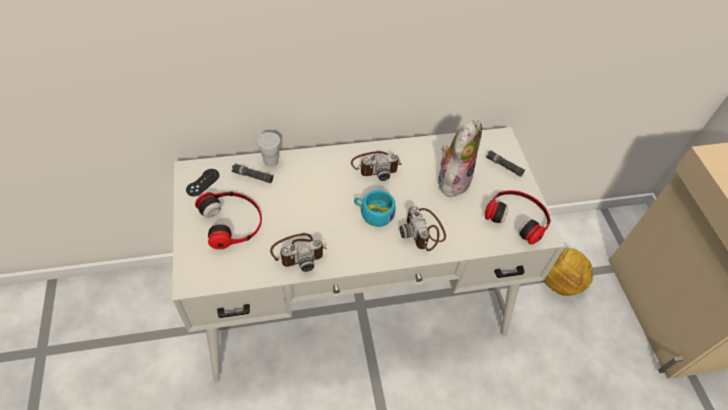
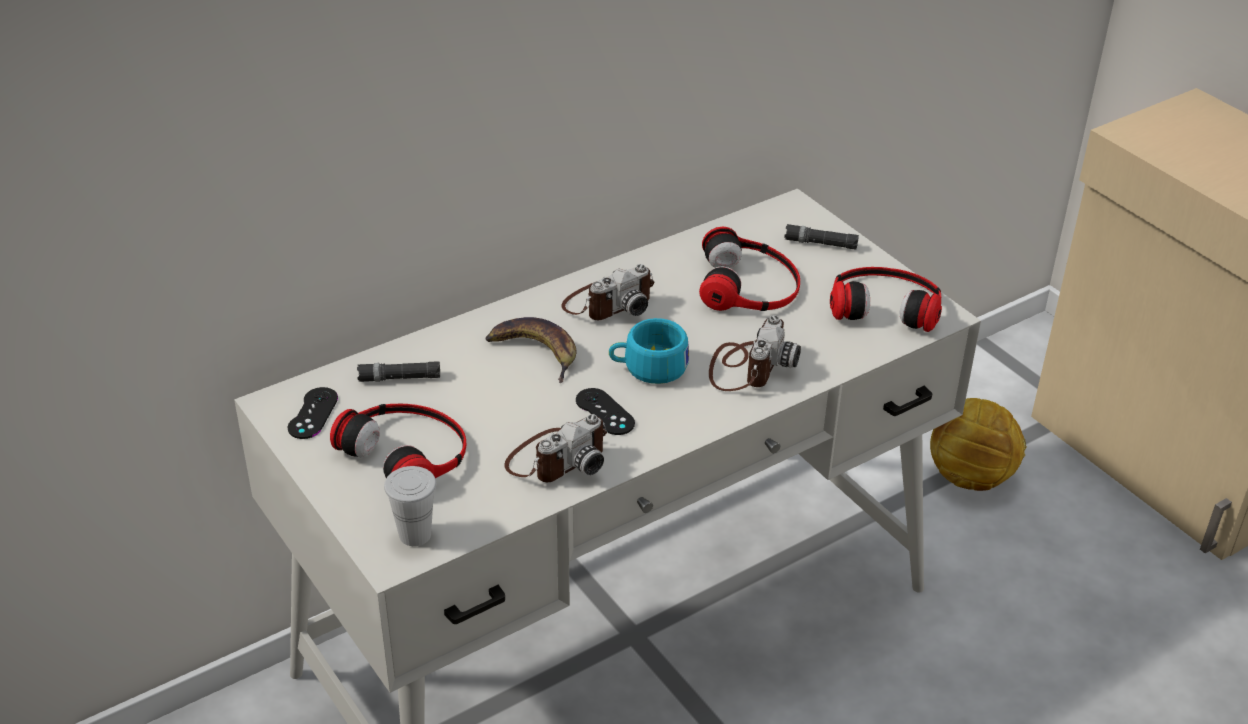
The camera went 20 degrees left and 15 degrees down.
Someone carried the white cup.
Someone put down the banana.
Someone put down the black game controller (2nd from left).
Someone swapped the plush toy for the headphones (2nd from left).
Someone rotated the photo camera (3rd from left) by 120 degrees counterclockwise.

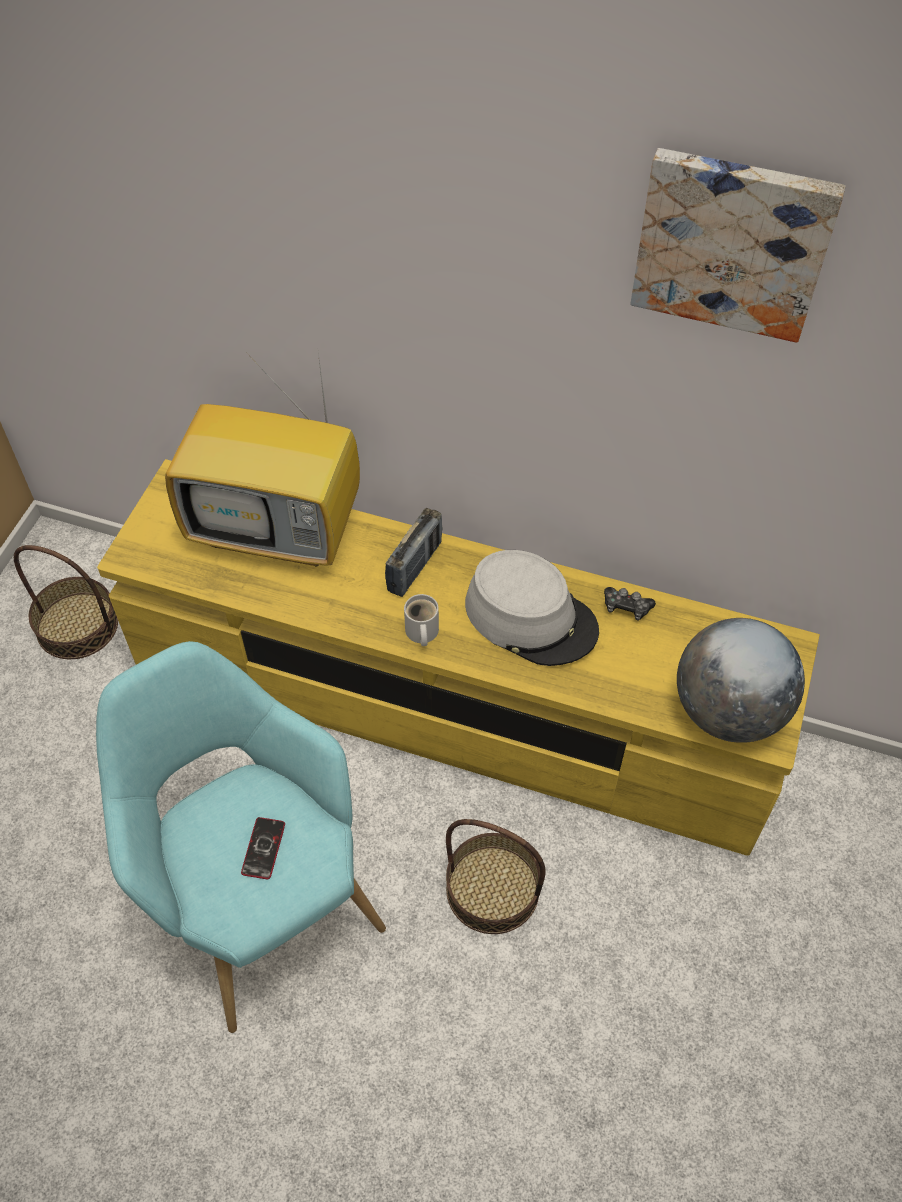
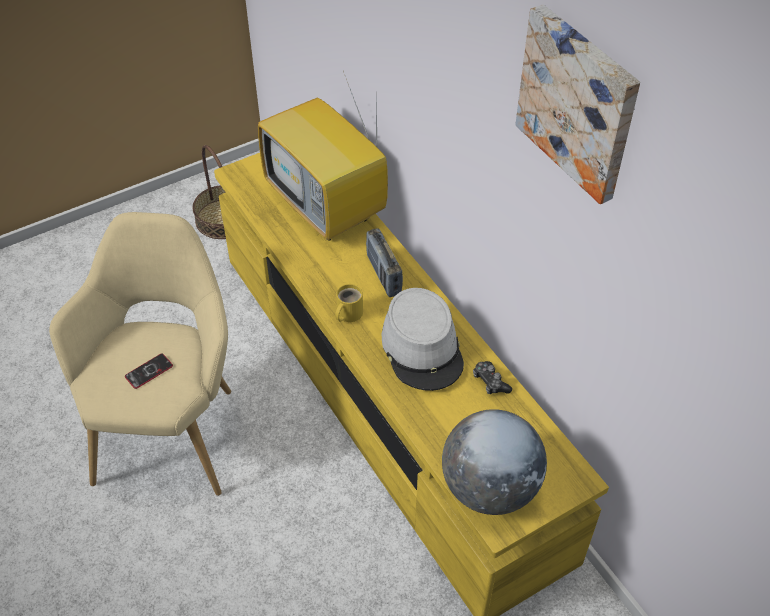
The camera went 40 degrees right and 5 degrees down.
Someone repainted the turquoise armchair, which became the beige armchair.
Someone repainted the white mug, which became the yellow mug.
Someone rotated the radio by 90 degrees clockwise.
Someone took away the basket (2nd from left).

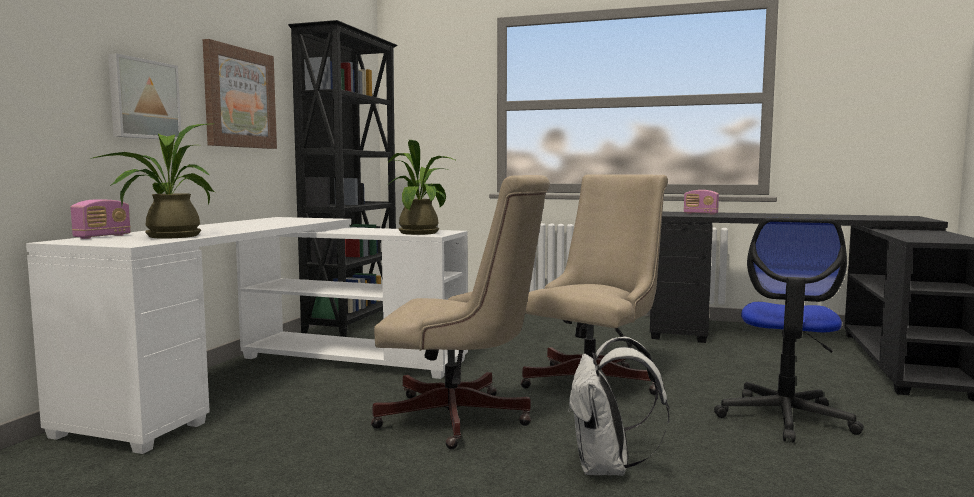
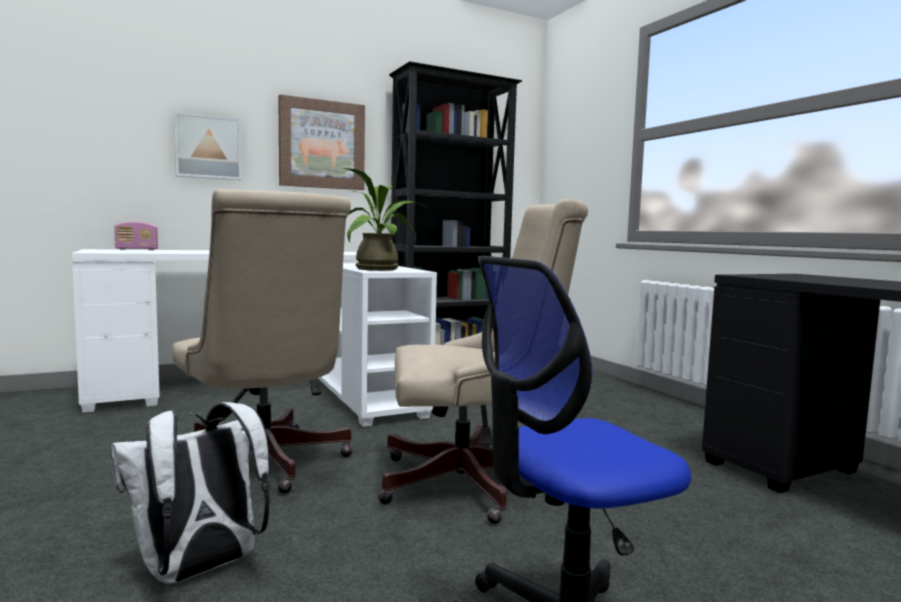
The camera went 45 degrees right and 0 degrees up.
Someone took away the potted plant (1st from left).
Someone took away the radio (2nd from left).

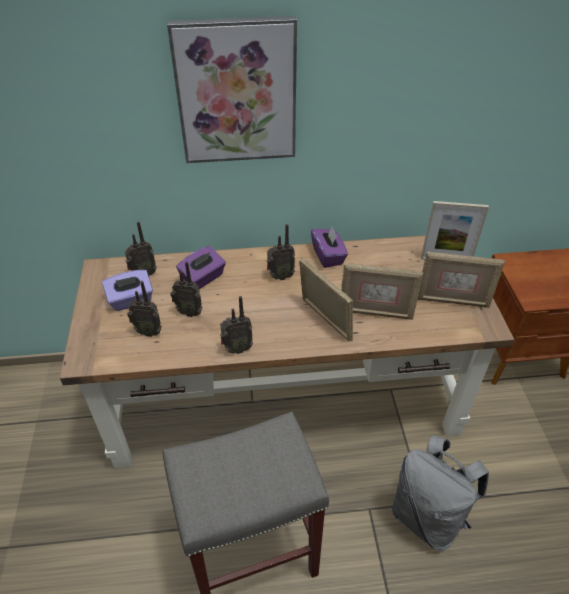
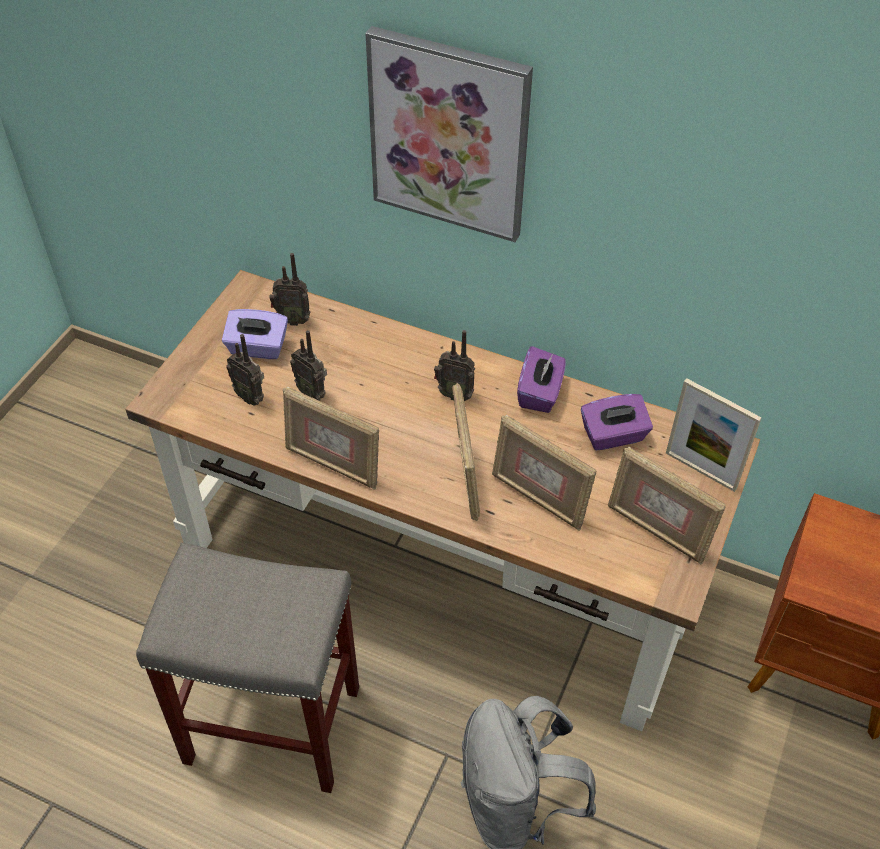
The camera went 30 degrees right and 5 degrees up.
Someone swapped the radio (4th from left) for the picture frame (1st from left).
Someone carried the purple tissue box (2nd from left in the first image).

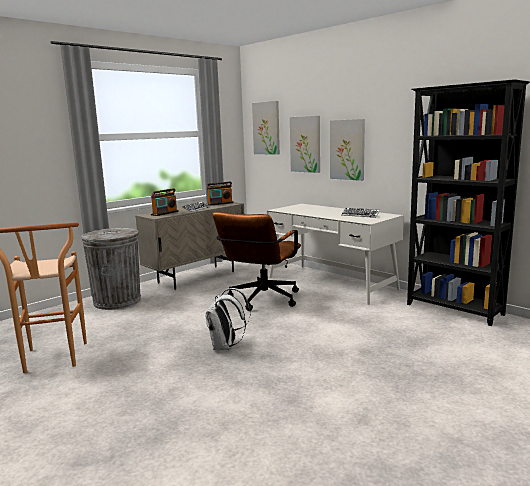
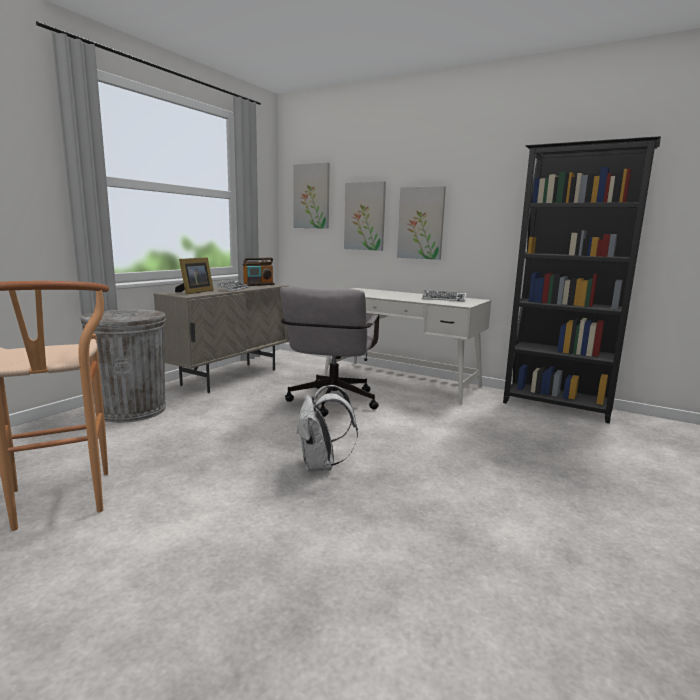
The camera went 15 degrees left and 0 degrees up.
Someone swapped the radio (1st from left) for the picture frame.
Someone repainted the brown office chair, which became the grey office chair.

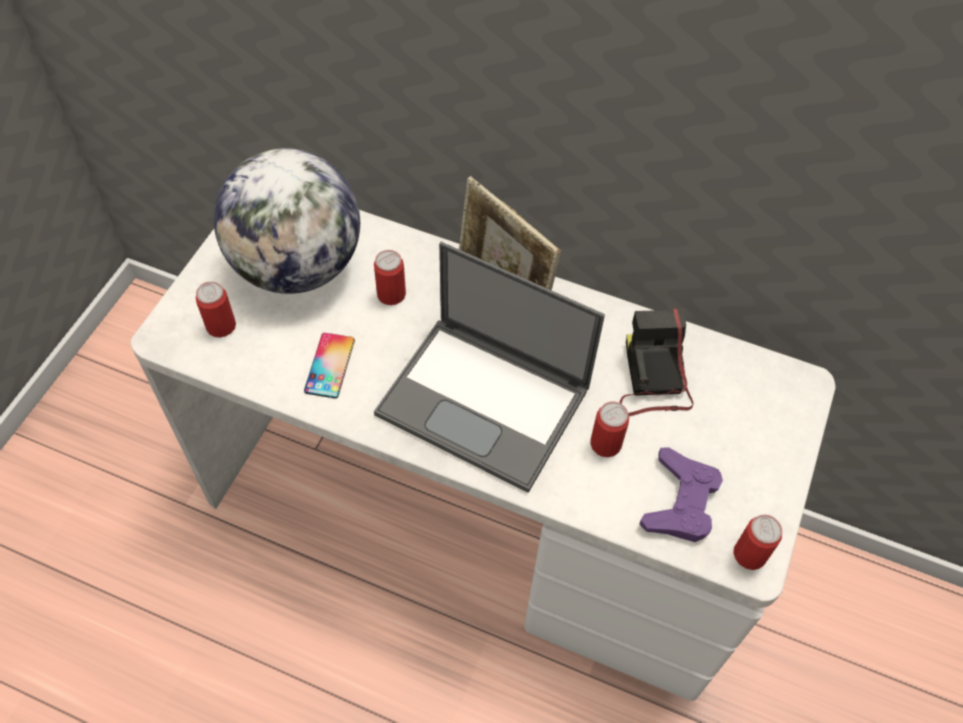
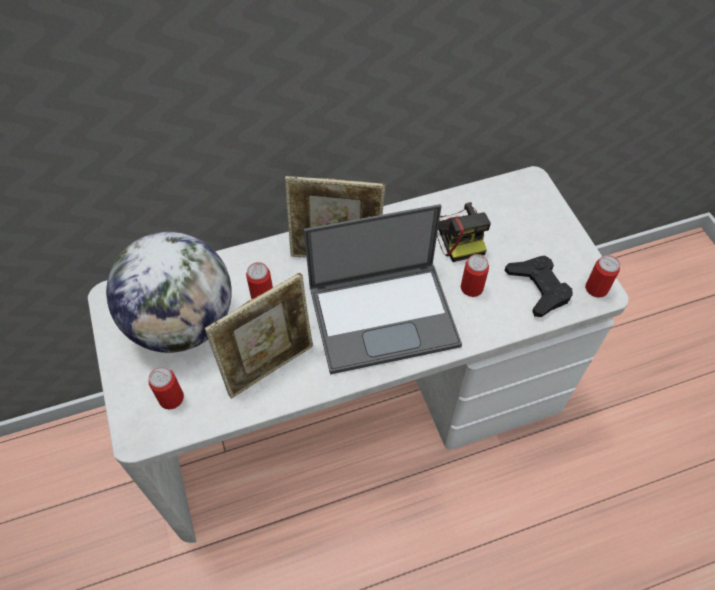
The camera went 40 degrees left and 0 degrees up.
Someone swapped the phone for the picture frame (1st from left).
Someone rotated the photo camera by 150 degrees counterclockwise.
Someone repainted the purple game controller, which became the black game controller.

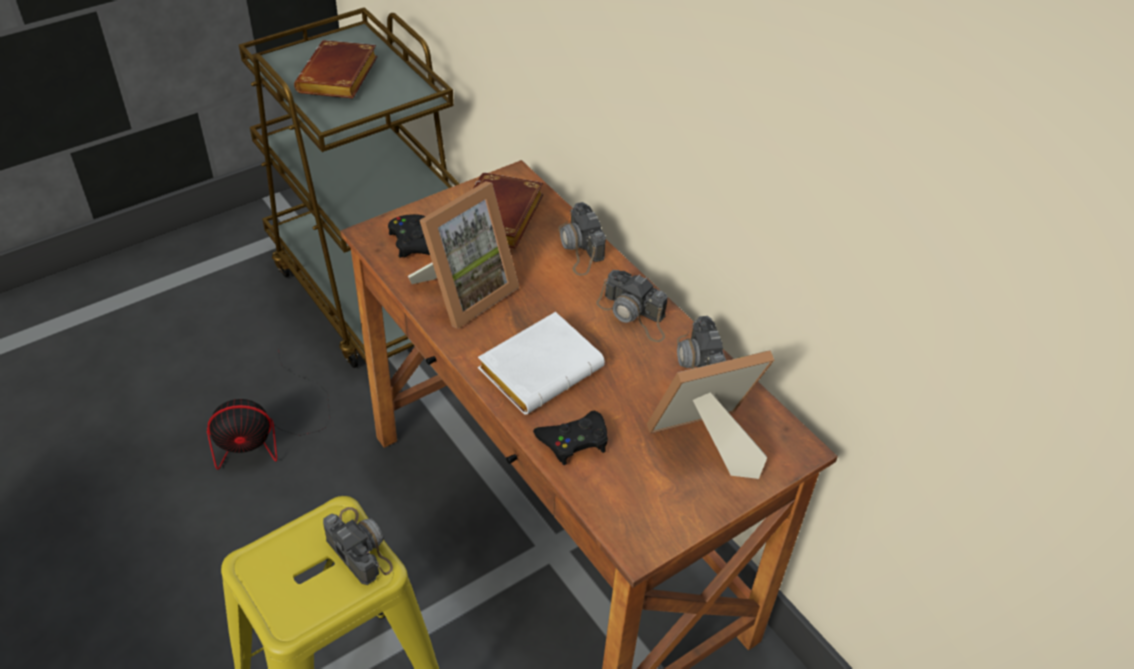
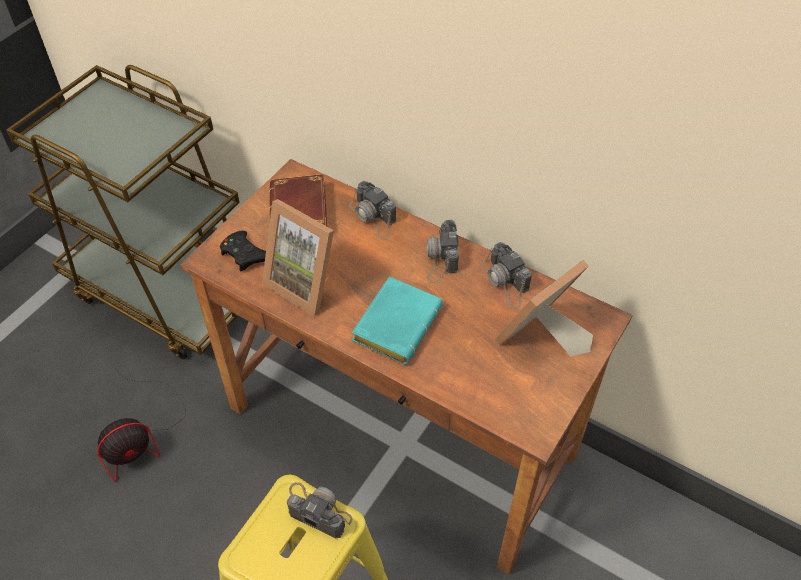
The camera went 20 degrees left and 5 degrees up.
Someone rotated the picture frame (1st from left) by 105 degrees clockwise.
Someone repainted the white book, which became the turquoise book.
Someone rotated the photo camera (3rd from left) by 75 degrees clockwise.
Someone took away the brown book (1st from left).
Someone took away the black game controller (2nd from left).

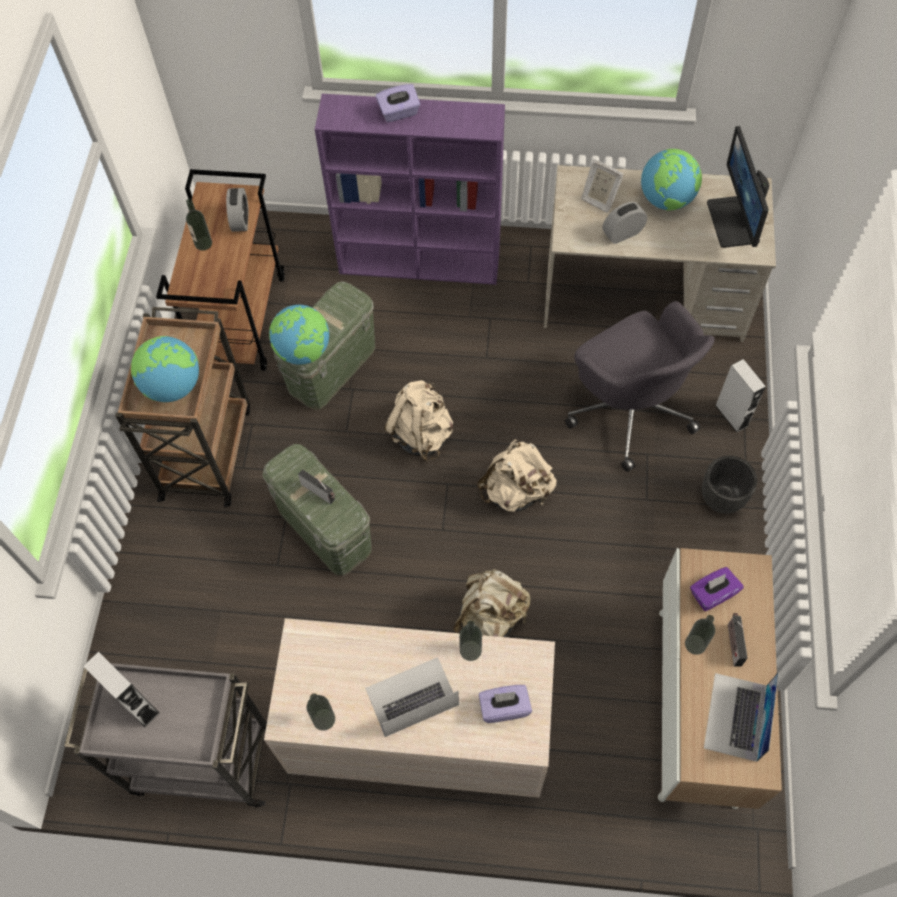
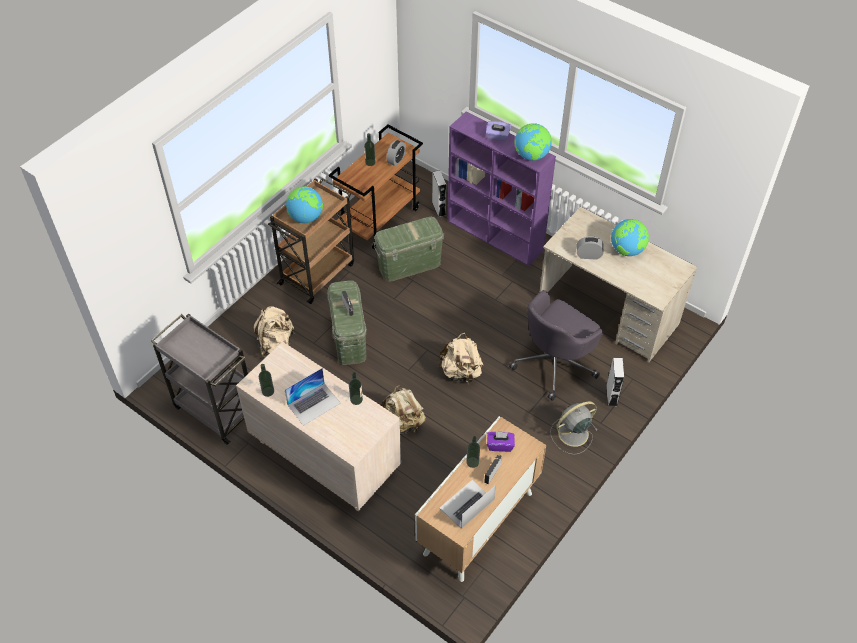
The camera went 30 degrees right and 10 degrees down.
Someone carried the beige backpack (1st from left).
Someone rotated the laptop (1st from left) by 135 degrees clockwise.
Someone carried the grey speaker (1st from left).
Someone rotated the grey office chair by 45 degrees clockwise.
Someone carried the globe (2nd from left).
Someone swapped the black planter for the grey fan.
Someone took away the purple tissue box (2nd from left).
Someone took away the picture frame.
Someone took away the monitor.

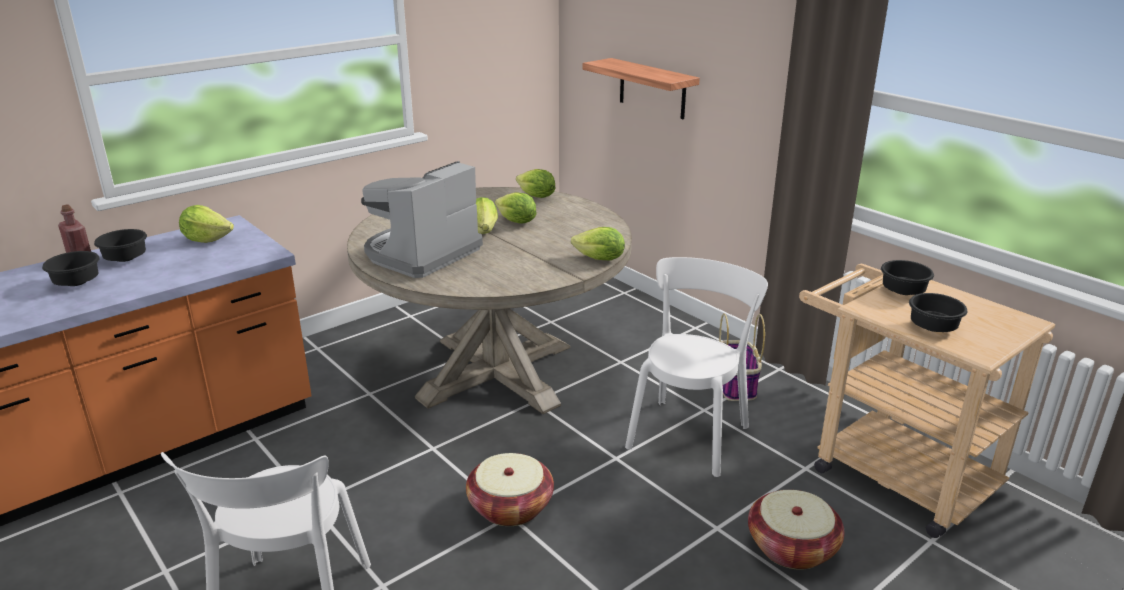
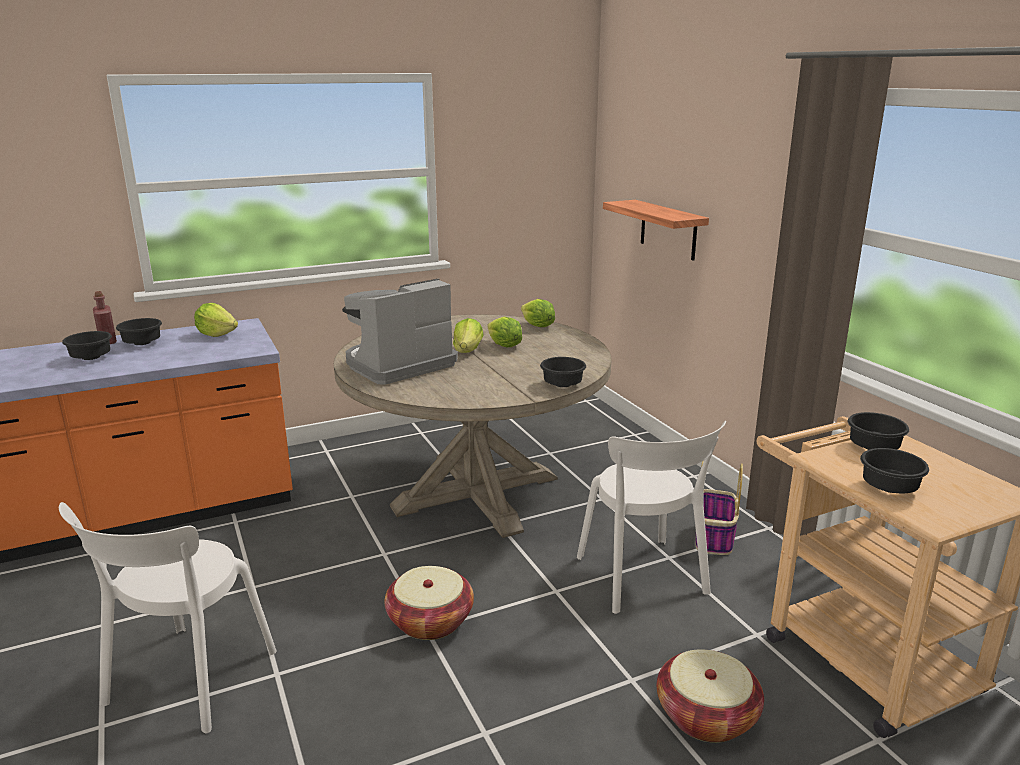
The camera went 15 degrees right and 5 degrees down.
Someone swapped the lettuce (5th from left) for the black bowl (3rd from left).
Someone rotated the white chair (2nd from left) by 120 degrees clockwise.

